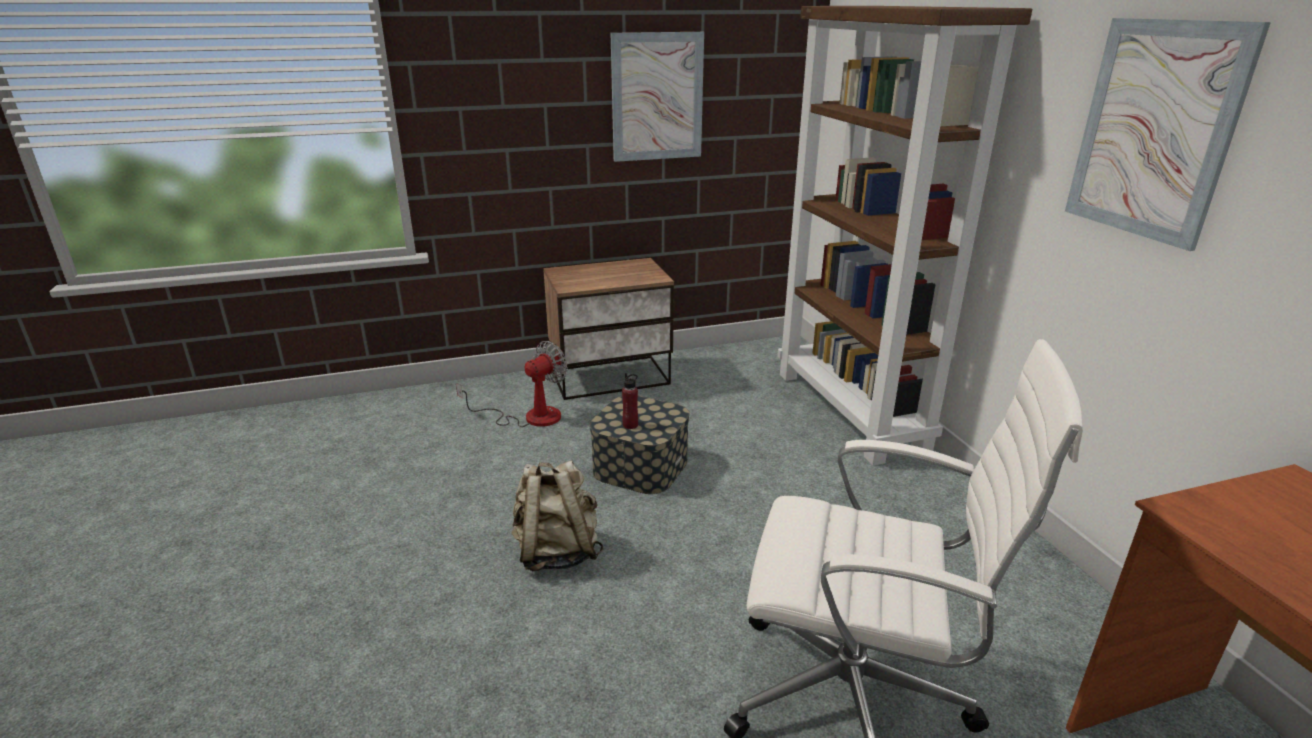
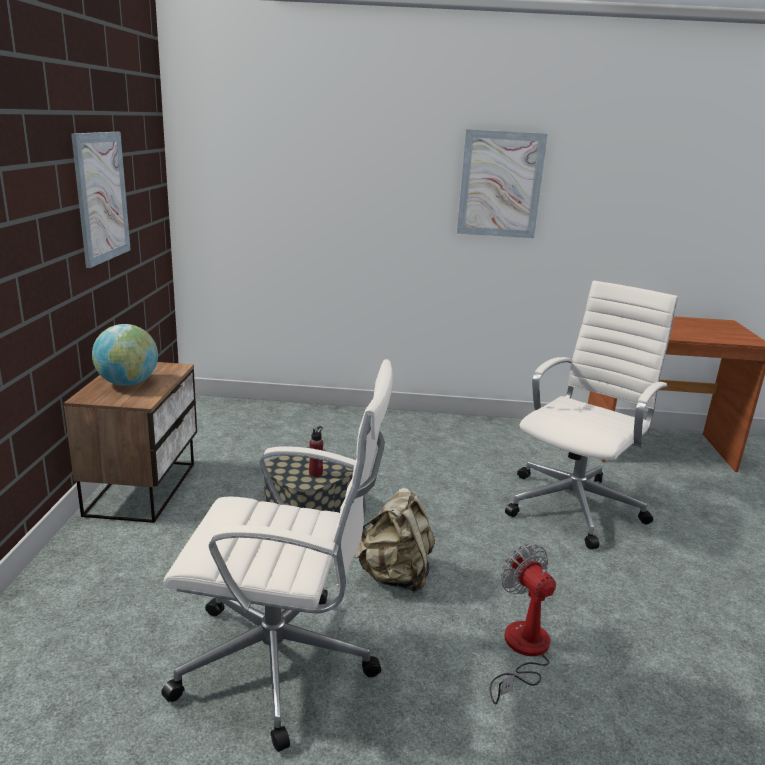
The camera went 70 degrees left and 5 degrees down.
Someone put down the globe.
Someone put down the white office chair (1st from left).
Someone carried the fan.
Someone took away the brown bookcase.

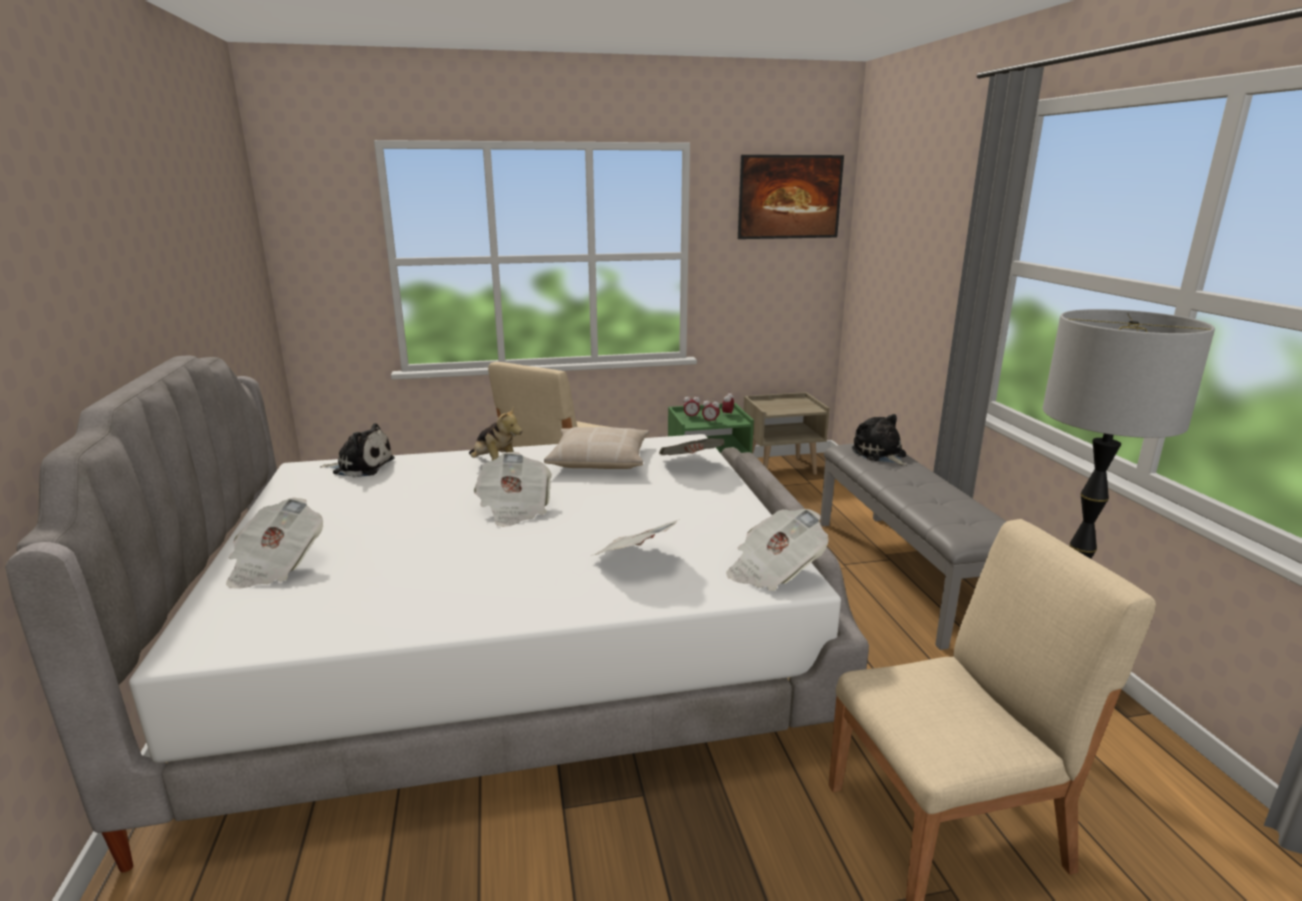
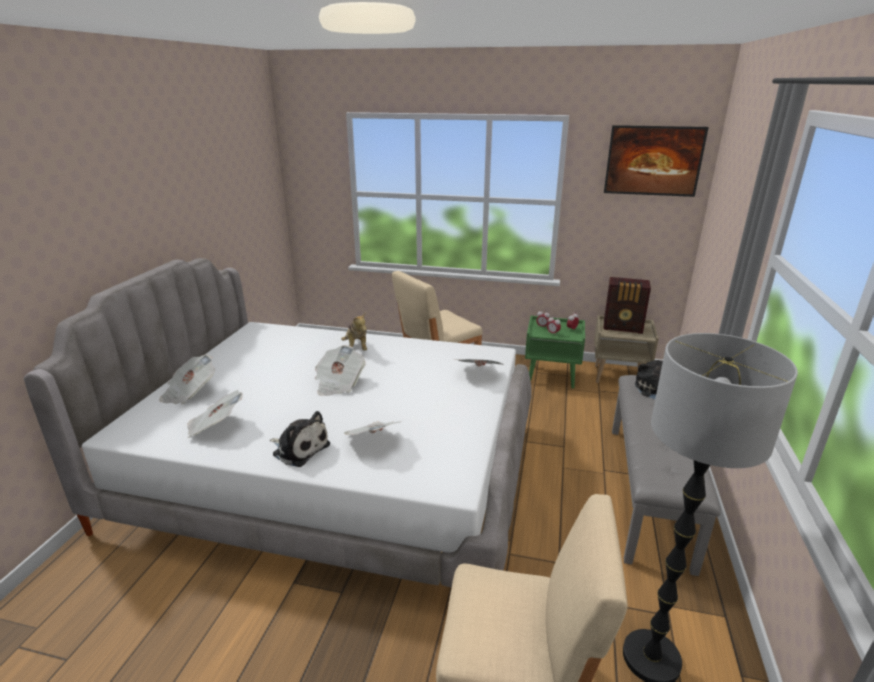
The camera went 25 degrees right and 5 degrees up.
Someone carried the newspaper (5th from left in the first image).
Someone carried the plush toy (1st from left).
Someone put down the radio.
Someone took away the beige pillow.

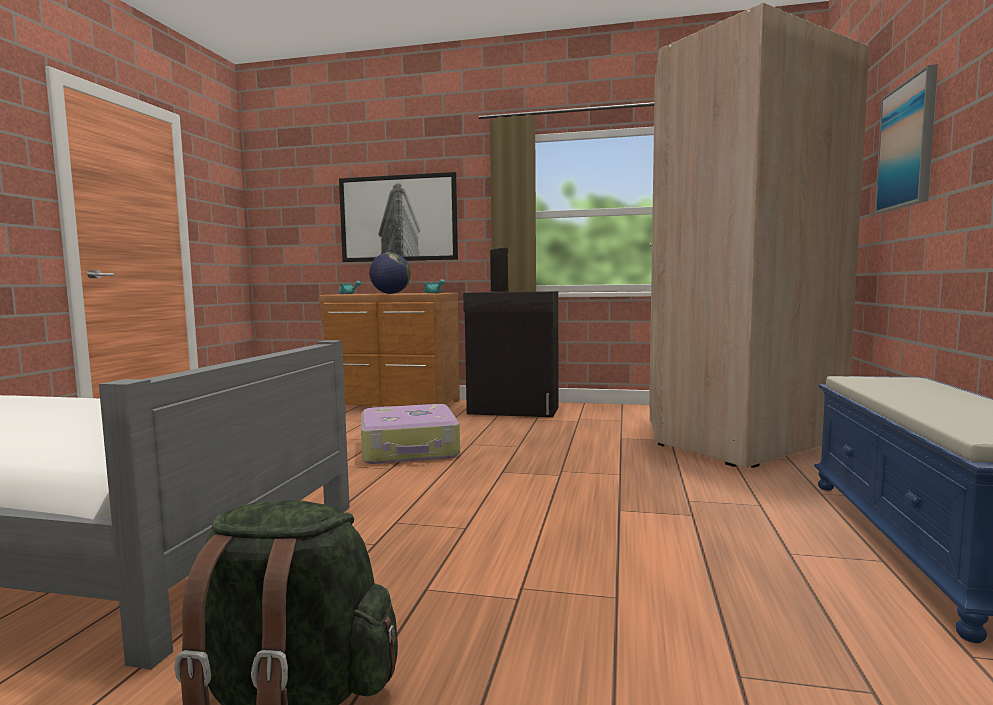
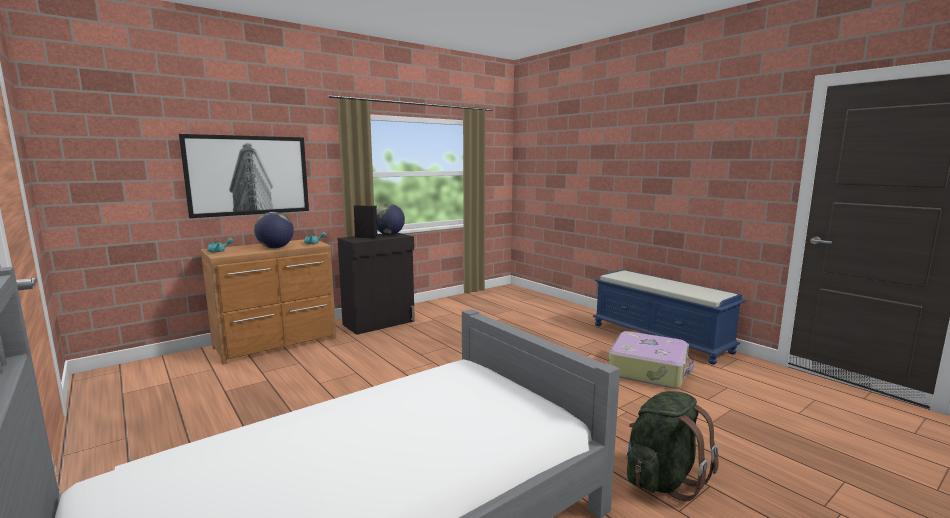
The camera went 50 degrees left and 5 degrees up.
Someone put down the globe (2nd from left).
Someone carried the suitcase.
Someone took away the beige wardrobe.
Someone took away the picture (2nd from left).

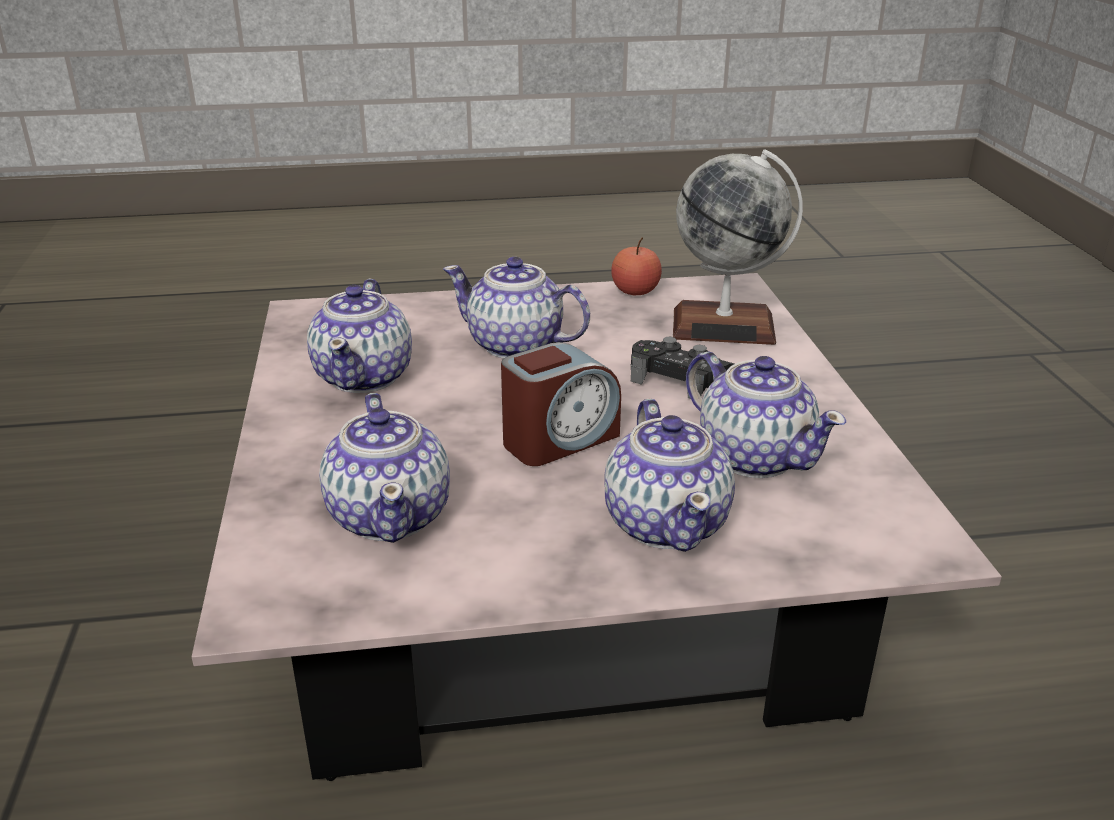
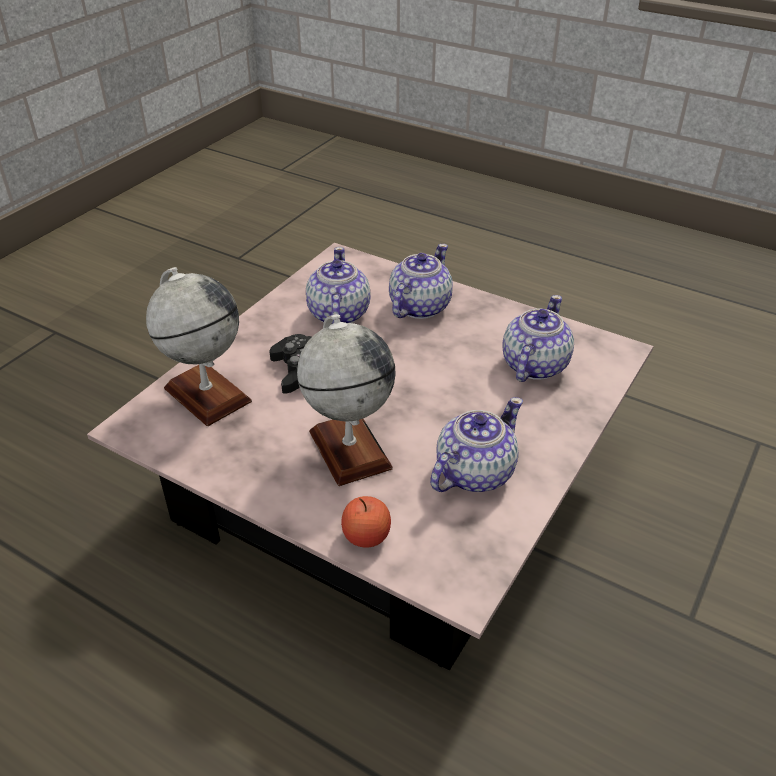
The camera went 140 degrees left and 10 degrees up.
Someone swapped the teapot (3rd from left) for the globe (2nd from left).
Someone carried the apple.
Someone took away the alarm clock.

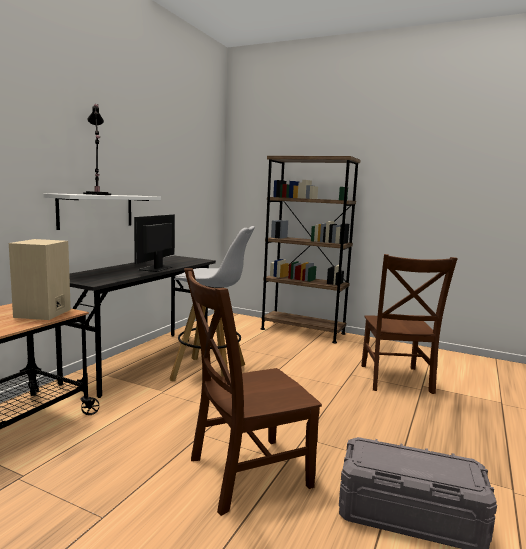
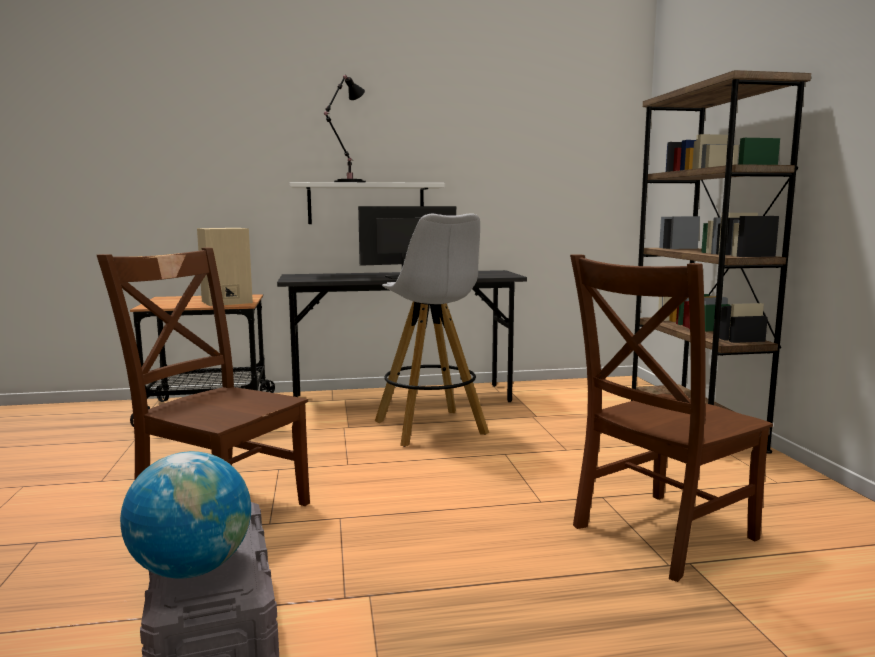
The camera went 55 degrees right and 0 degrees up.
Someone put down the globe.

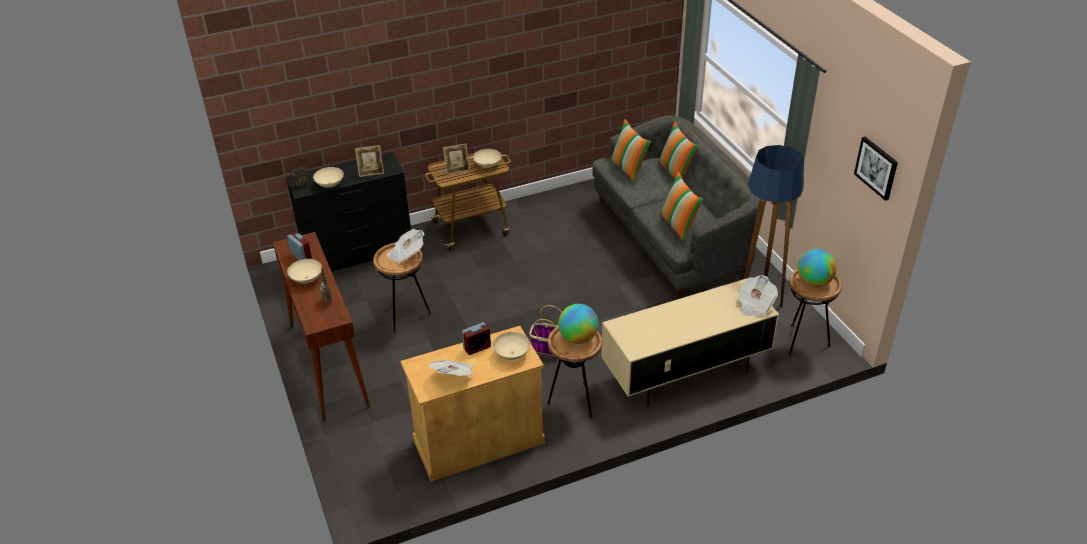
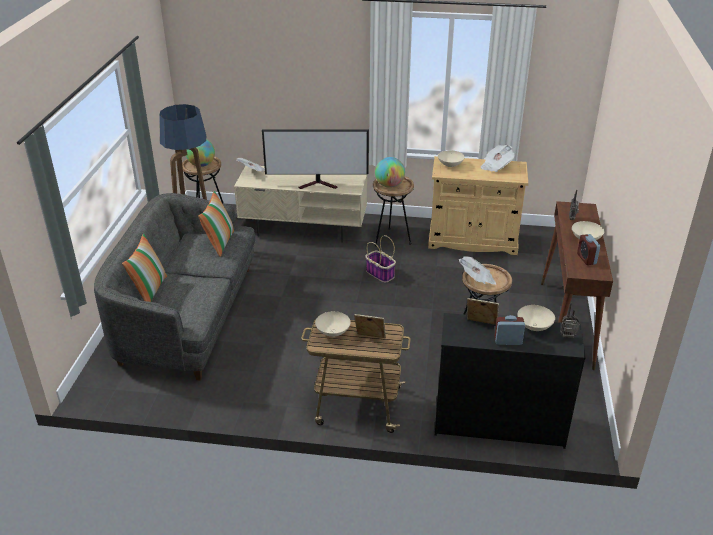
The camera went 150 degrees left and 5 degrees down.
Someone put down the television.
Someone carried the alarm clock (2nd from left in the first image).
Someone took away the pillow (1st from left).
Someone took away the picture.

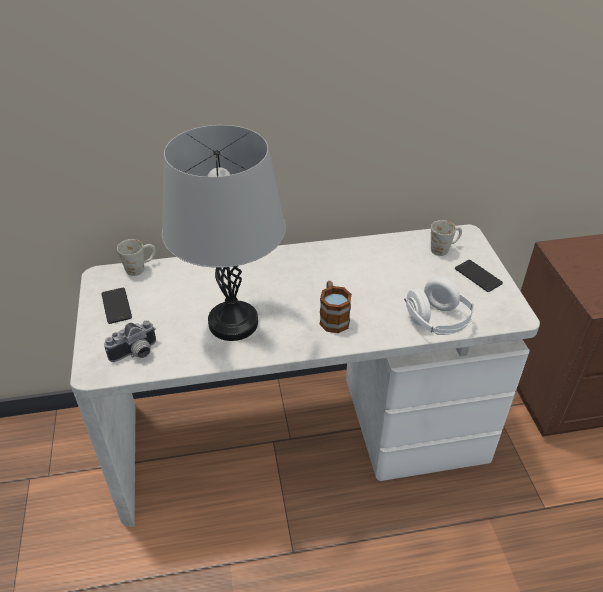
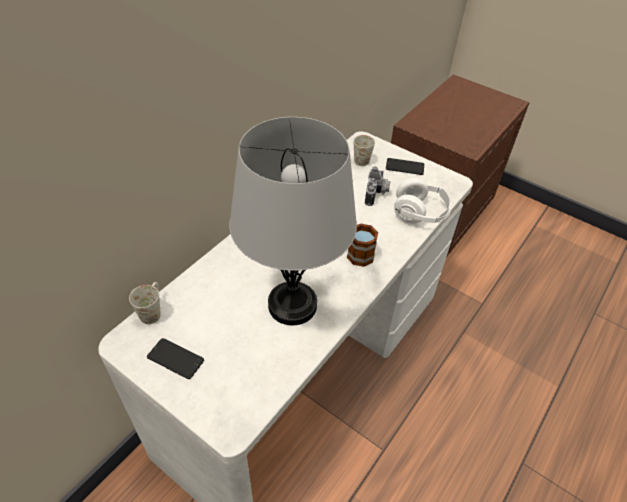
The camera went 45 degrees left and 5 degrees up.
Someone carried the photo camera.

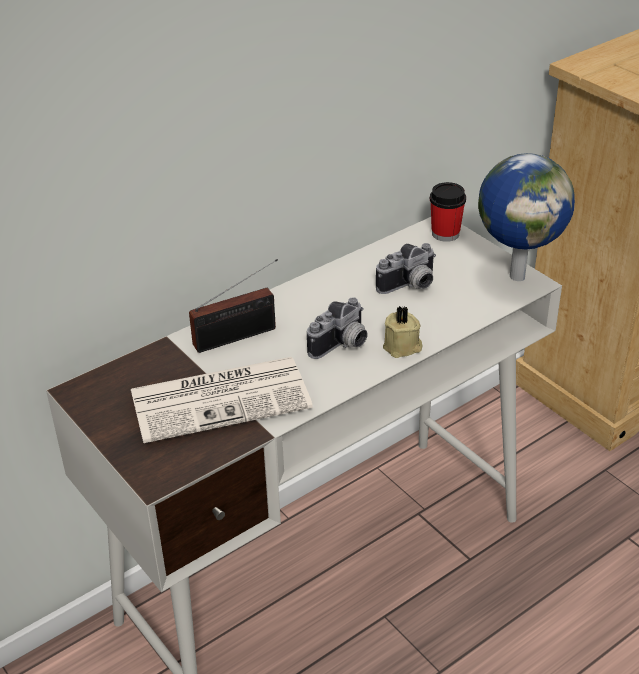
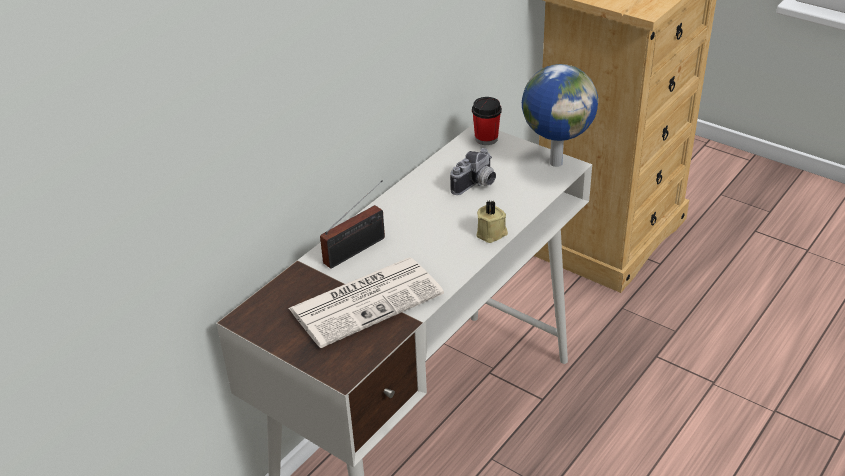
The camera went 15 degrees left and 0 degrees up.
Someone took away the photo camera (1st from left).

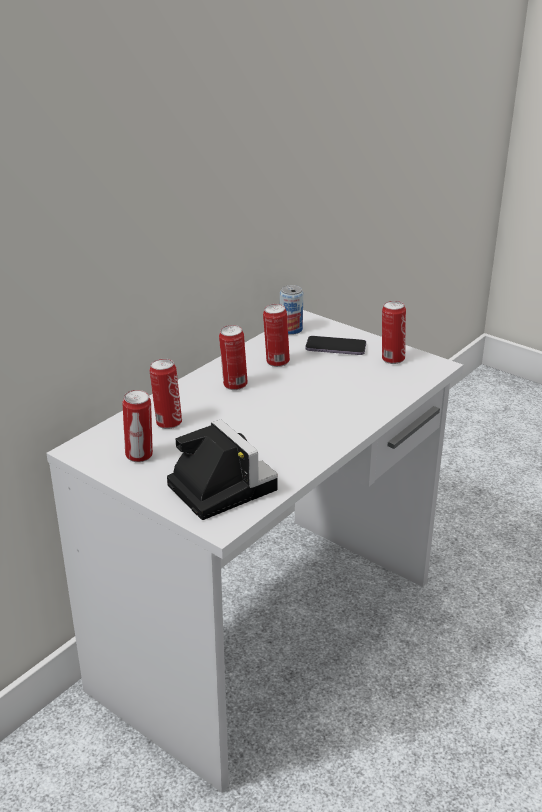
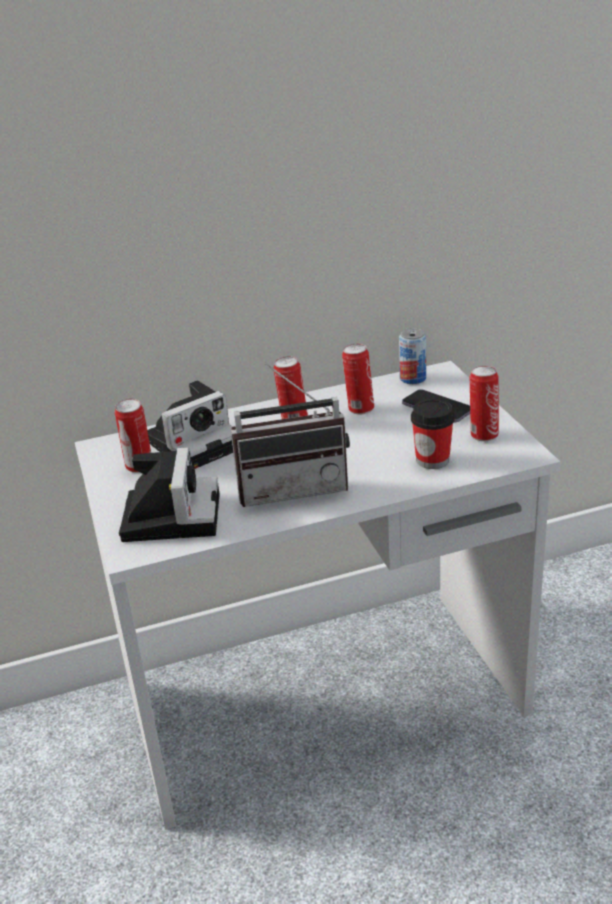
The camera went 35 degrees right and 0 degrees up.
Someone swapped the can (2nd from left) for the photo camera (2nd from left).
Someone put down the radio.
Someone put down the cup.

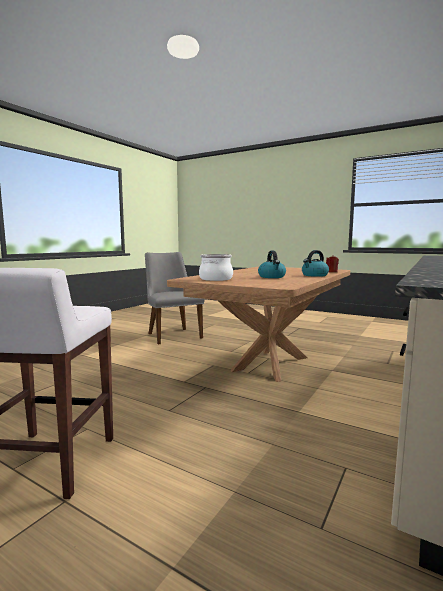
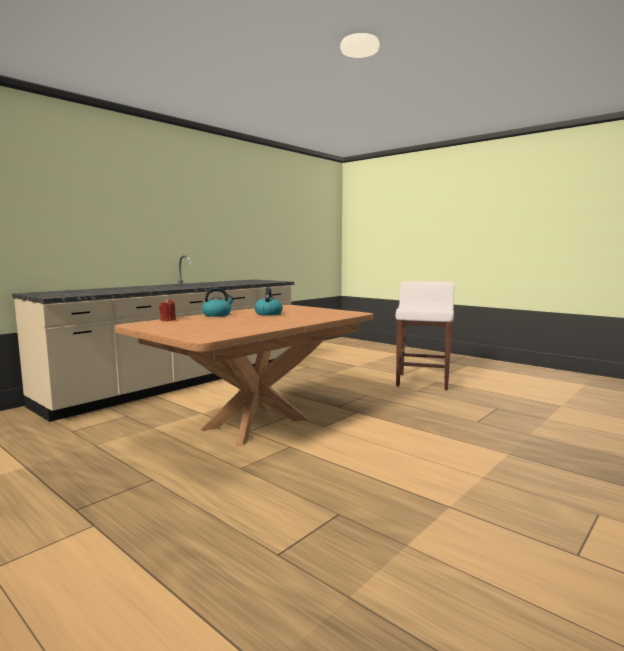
The camera went 170 degrees left and 0 degrees up.
Someone took away the grey chair.
Someone took away the cooking pot.

